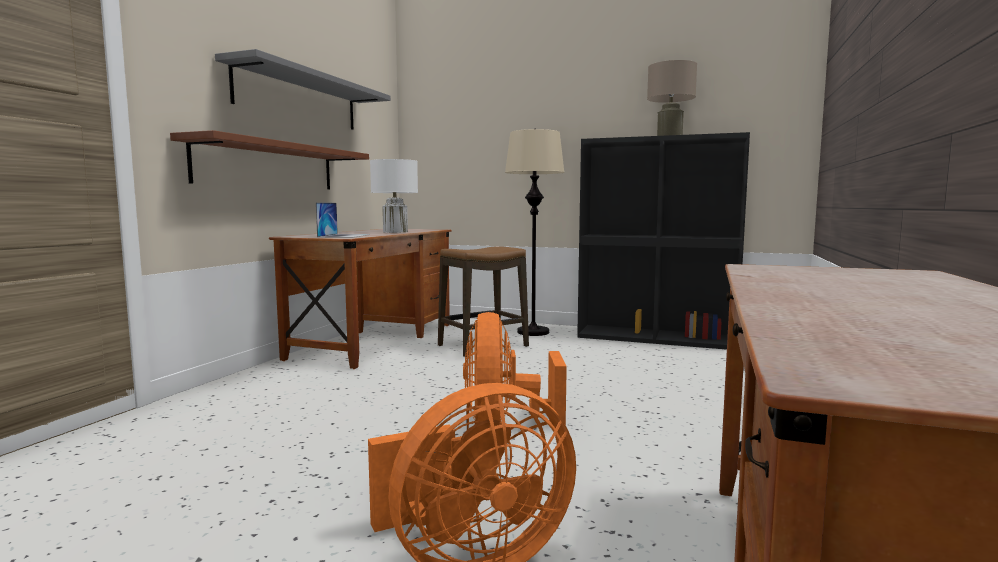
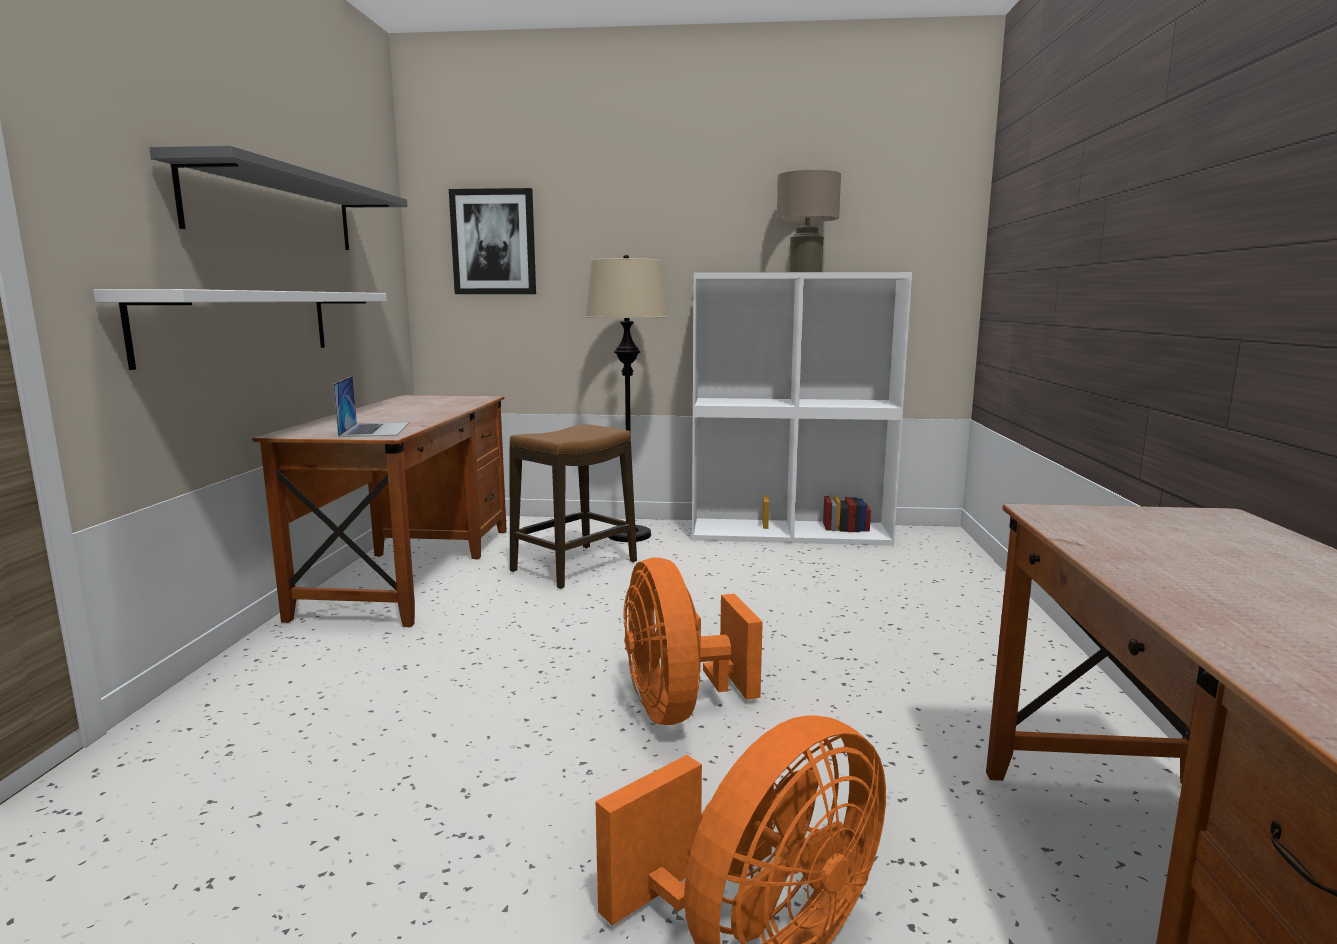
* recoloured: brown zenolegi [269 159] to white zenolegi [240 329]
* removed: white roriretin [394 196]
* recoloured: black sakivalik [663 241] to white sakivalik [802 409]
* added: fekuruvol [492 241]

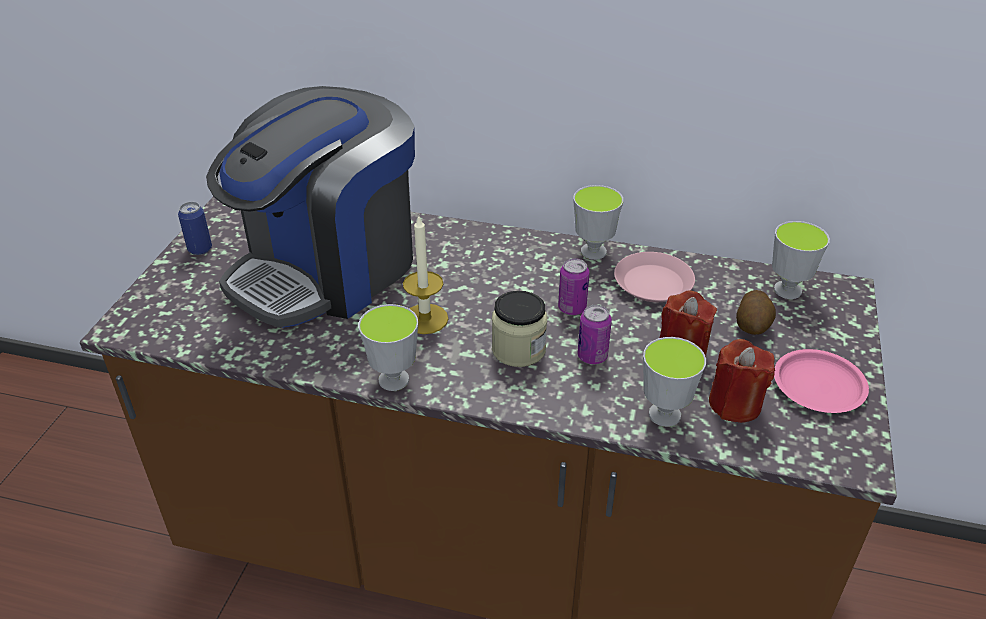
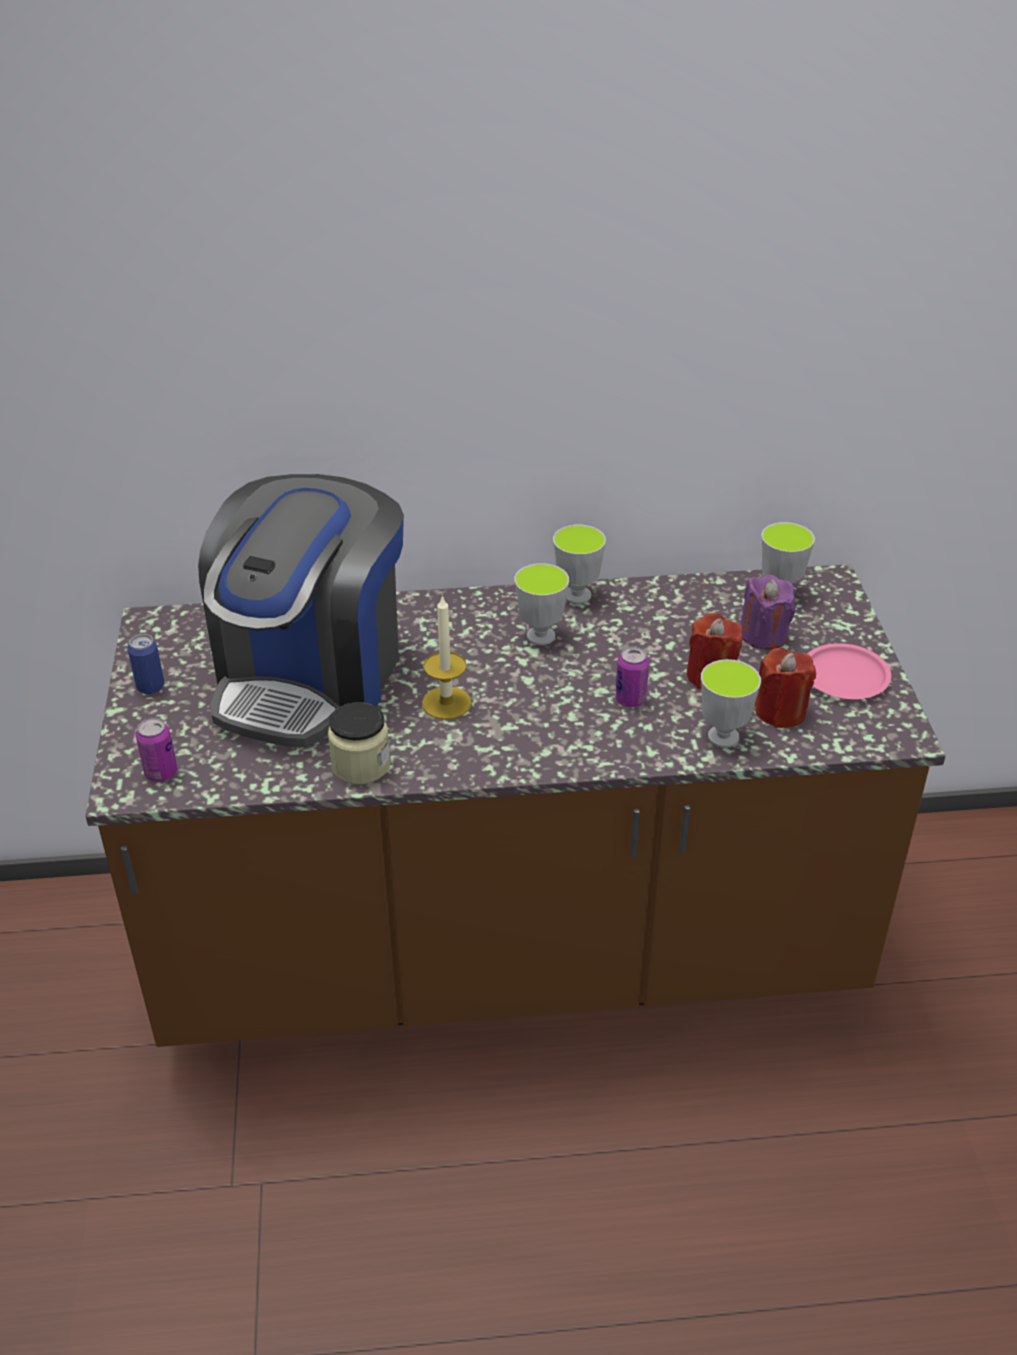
* moved: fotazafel [388 347] to [542 604]
* moved: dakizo [519 329] to [359 743]
* moved: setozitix [573 286] to [156 750]
* removed: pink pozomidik [654 277]
* replaced: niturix [756 312] to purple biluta [767 612]

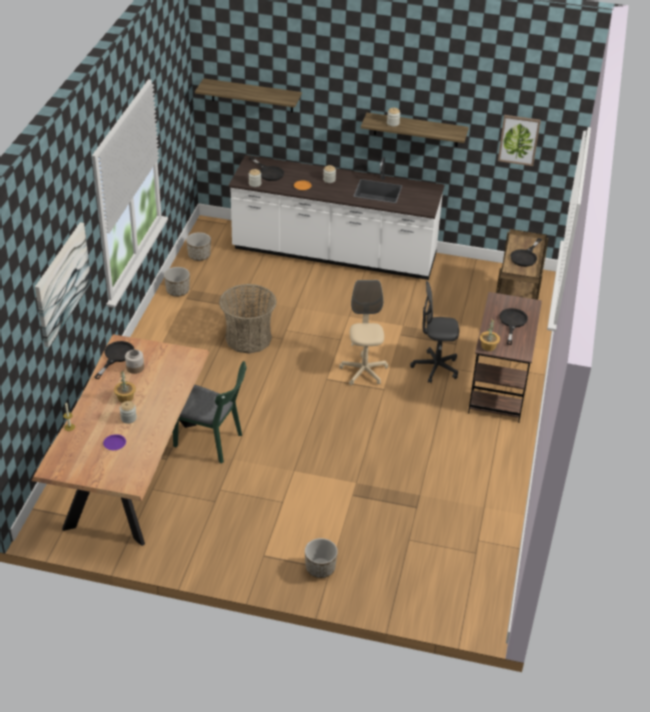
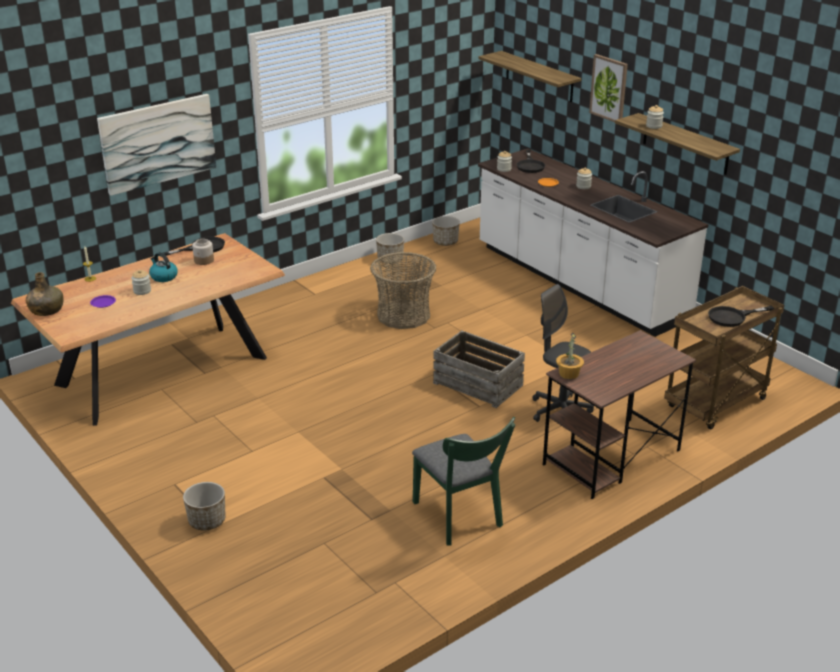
* replaced: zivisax [125 386] to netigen [163 267]
* moved: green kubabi [210 412] to [464 481]
* replaced: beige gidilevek [364 332] to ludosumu [479 369]
* moved: fekuruvol [519 140] to [608 88]
* removed: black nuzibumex [513 326]
* added: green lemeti [45 294]

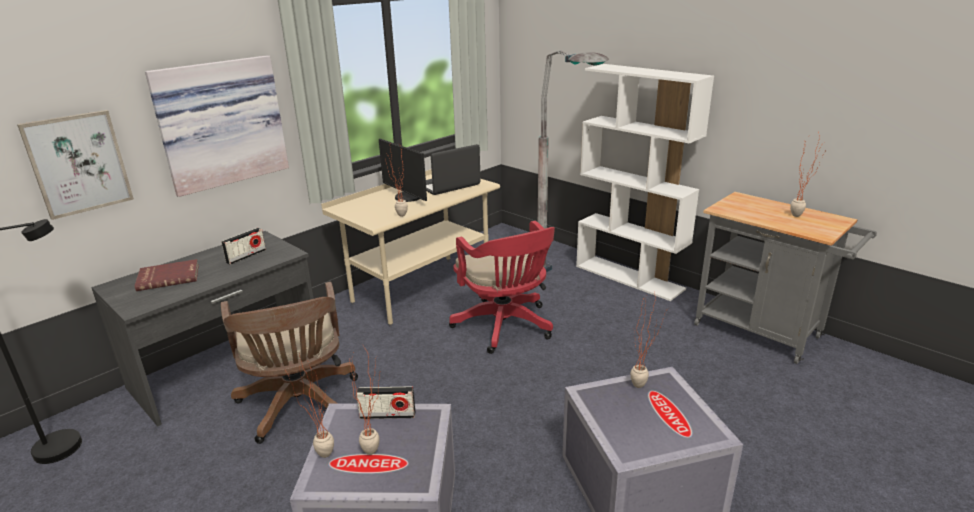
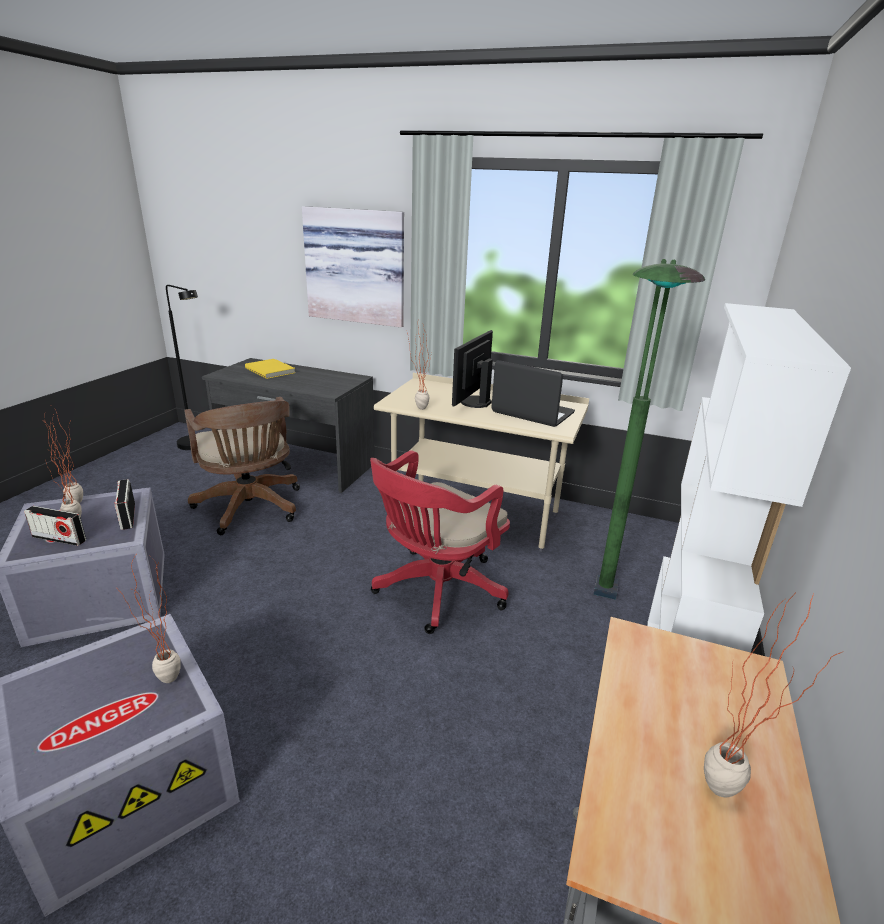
* removed: fekuruvol [75 165]
* recoloured: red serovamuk [167 275] to yellow serovamuk [270 369]
* moved: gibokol [243 246] to [55 526]
* turned: brown gidilevek [289 363] = [242 466] 75 degrees counterclockwise
* recoloured: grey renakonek [573 161] to green renakonek [649 429]

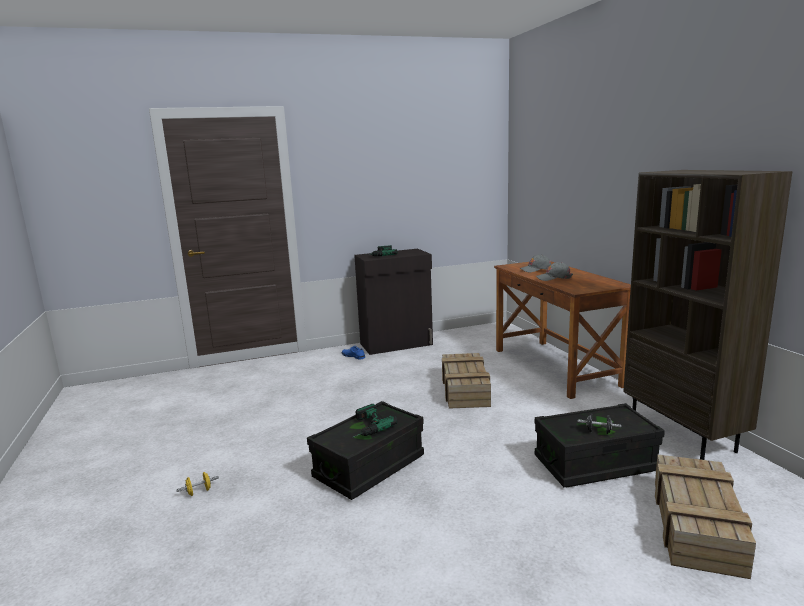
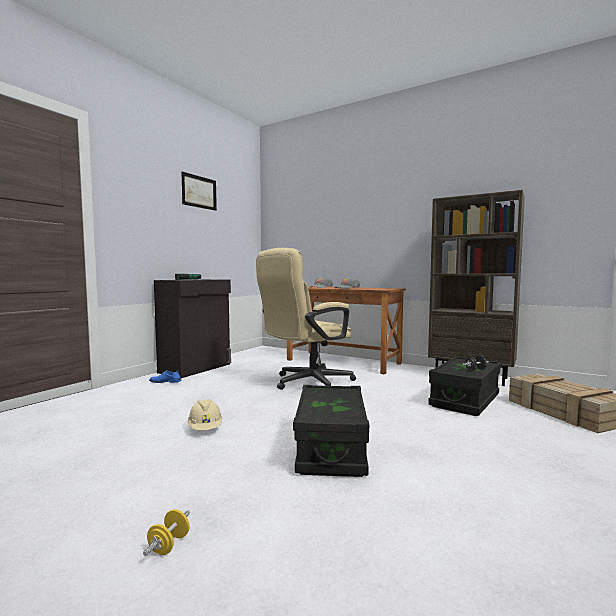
* removed: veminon [374 421]
* replaced: ludosumu [466 381] to beige gidilevek [306 319]
* added: fekuruvol [199 191]
* added: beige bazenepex [204 414]

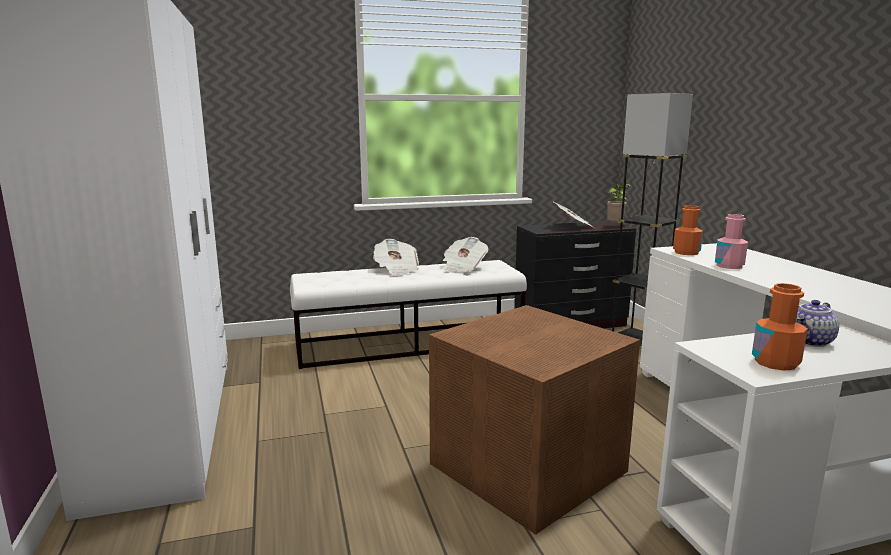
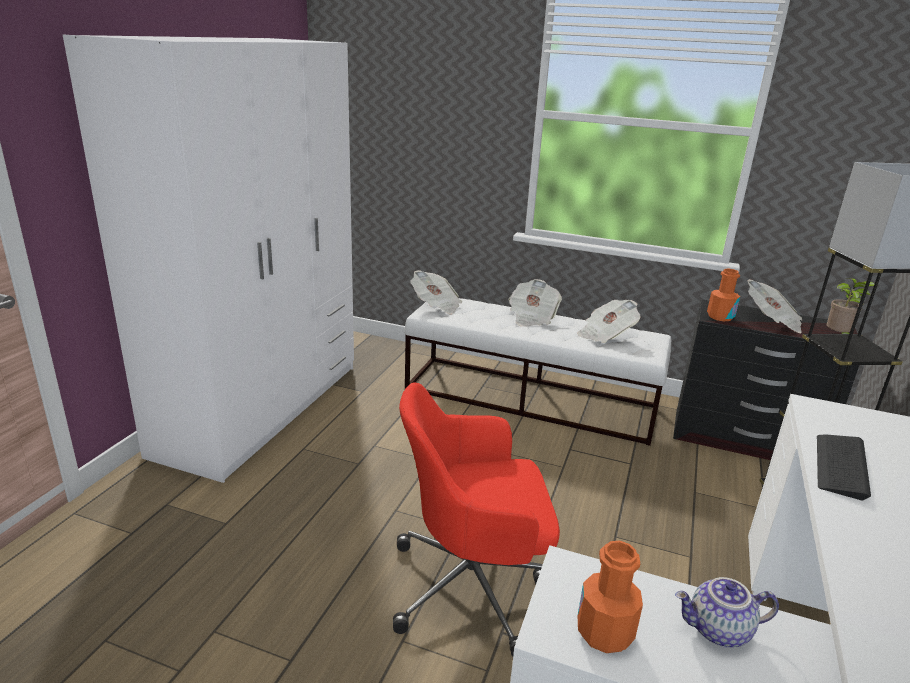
* replaced: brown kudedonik [534 420] to red gidilevek [476 520]
* moved: orange lemeti [688 230] to [723 295]
* replaced: pink lemeti [731 241] to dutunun [844 467]
* added: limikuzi [436 292]

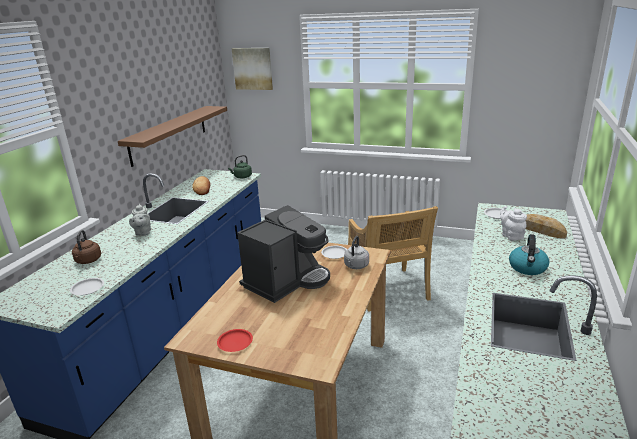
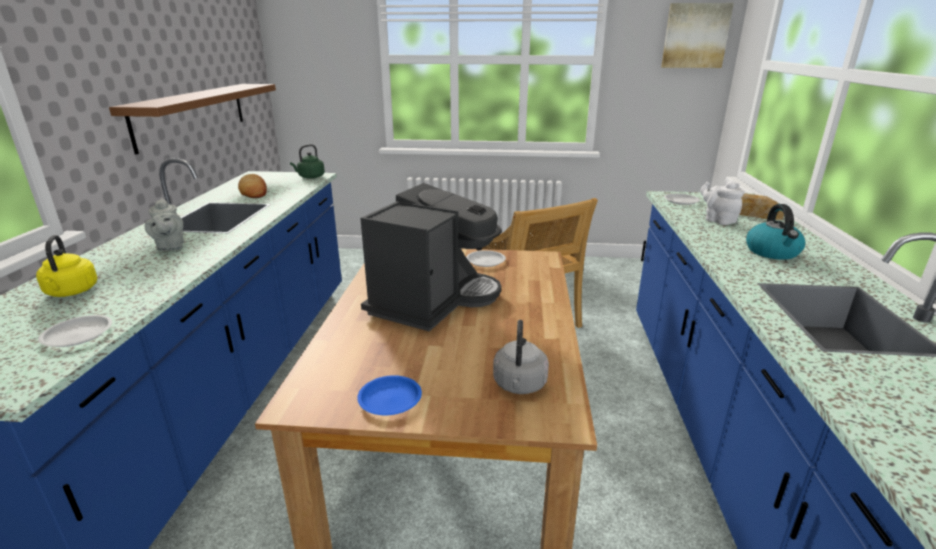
* recoloured: brown netigen [86 247] to yellow netigen [67 266]
* recoloured: red pozomidik [235 340] to blue pozomidik [389 395]
* moved: fekuruvol [252 69] to [697 35]
* moved: grey netigen [356 252] to [521 357]

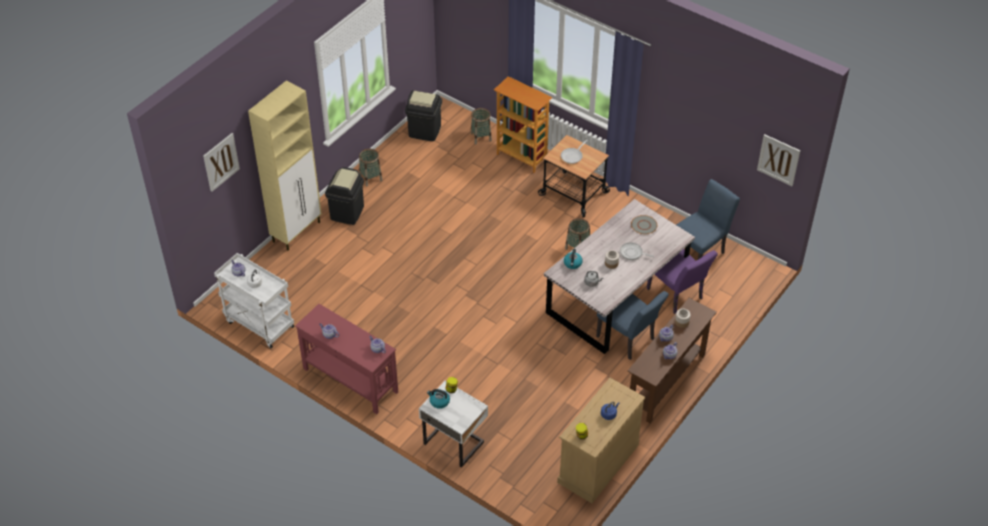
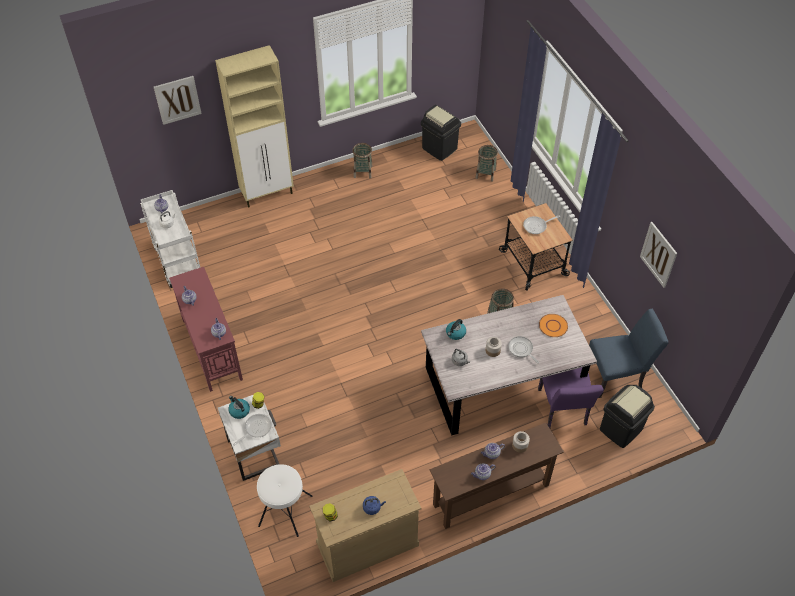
* moved: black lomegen [344 196] to [627 416]
* removed: sakivalik [523 124]
* removed: blue kubabi [632 325]
* recoloured: grey pozomidik [644 224] to orange pozomidik [553 325]
* moved: fekuruvol [778 160] to [658 255]
* added: nuzibumex [252 430]
* added: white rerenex [284 500]

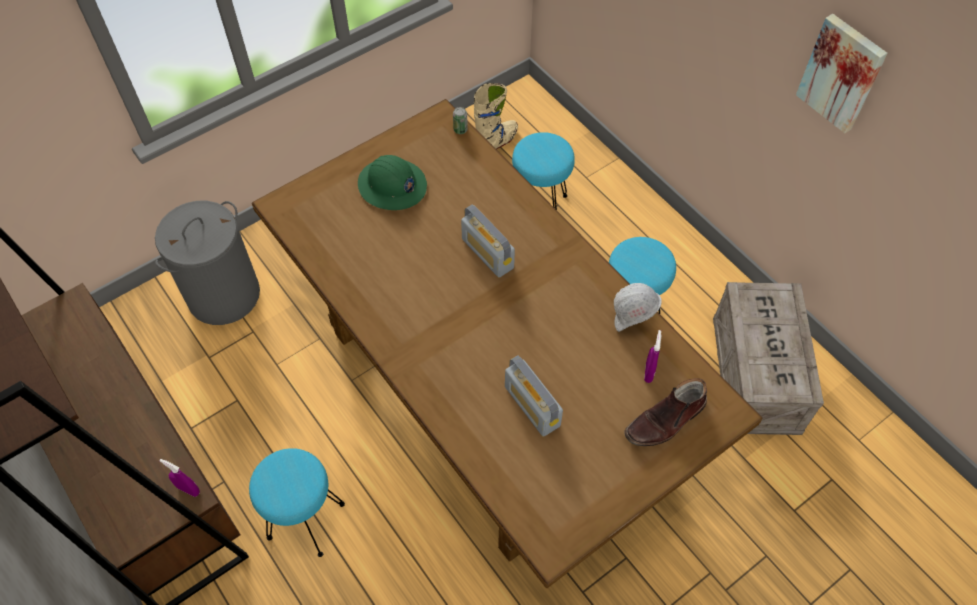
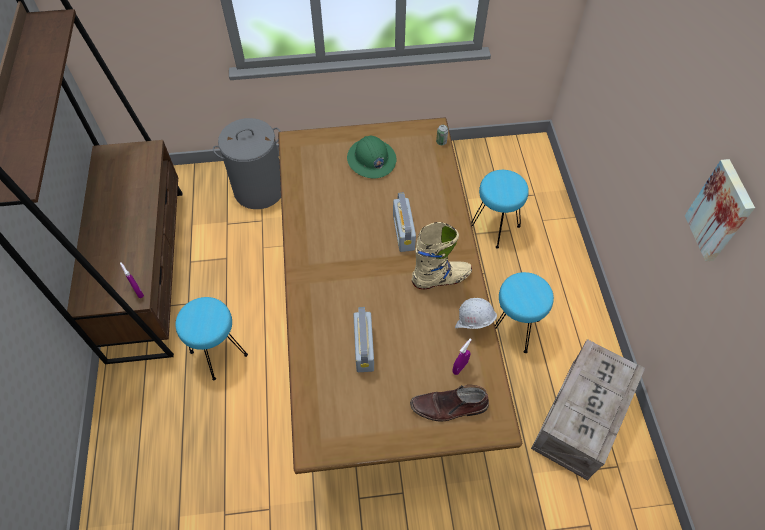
* moved: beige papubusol [496 116] to [442 255]

